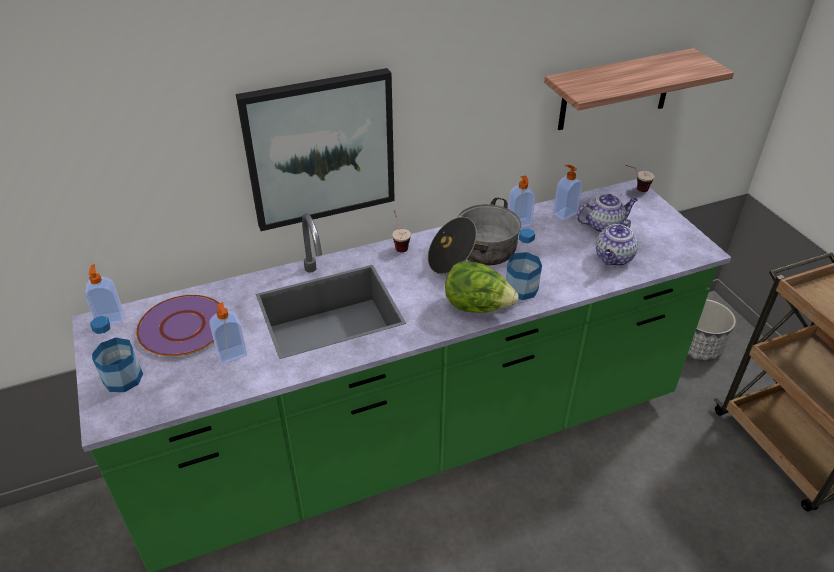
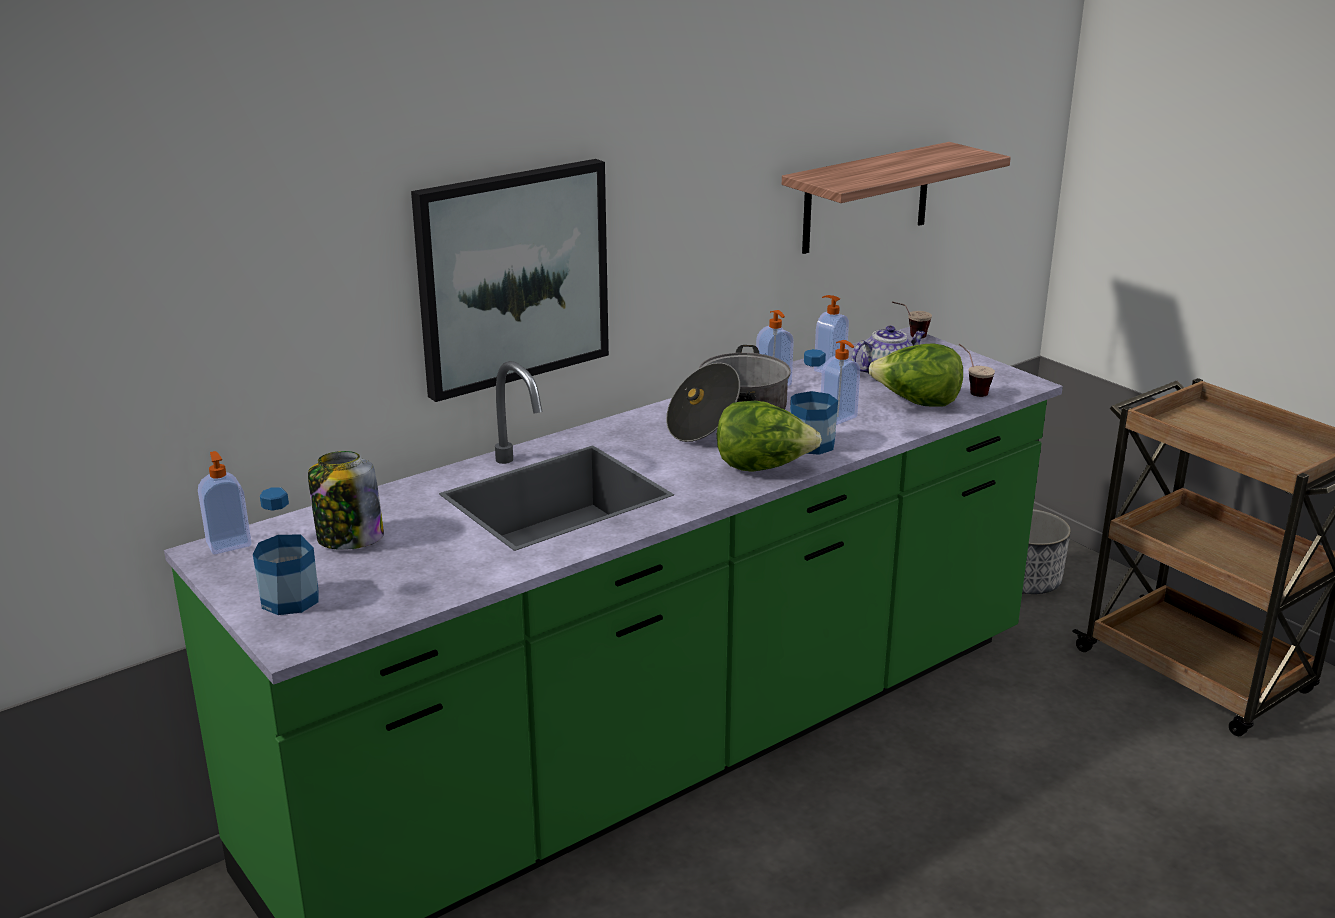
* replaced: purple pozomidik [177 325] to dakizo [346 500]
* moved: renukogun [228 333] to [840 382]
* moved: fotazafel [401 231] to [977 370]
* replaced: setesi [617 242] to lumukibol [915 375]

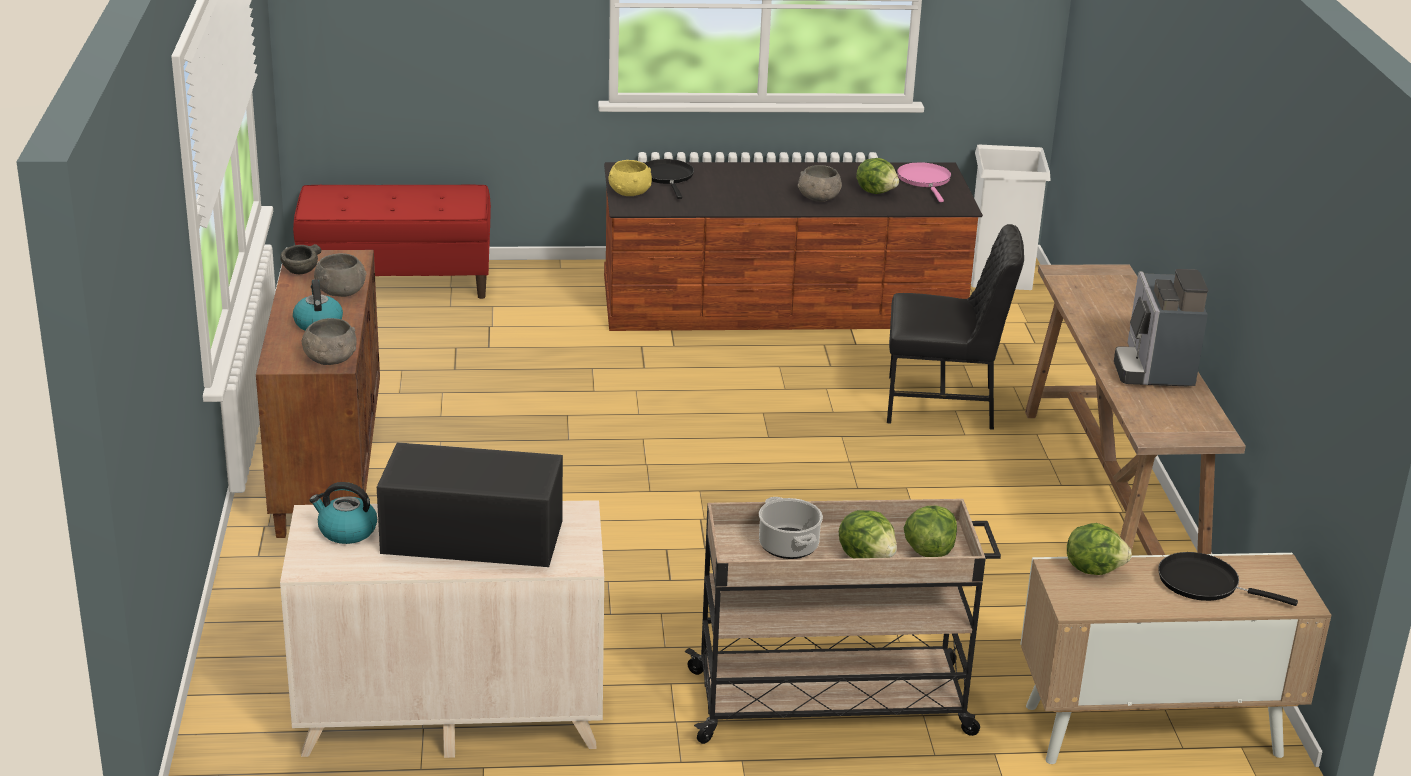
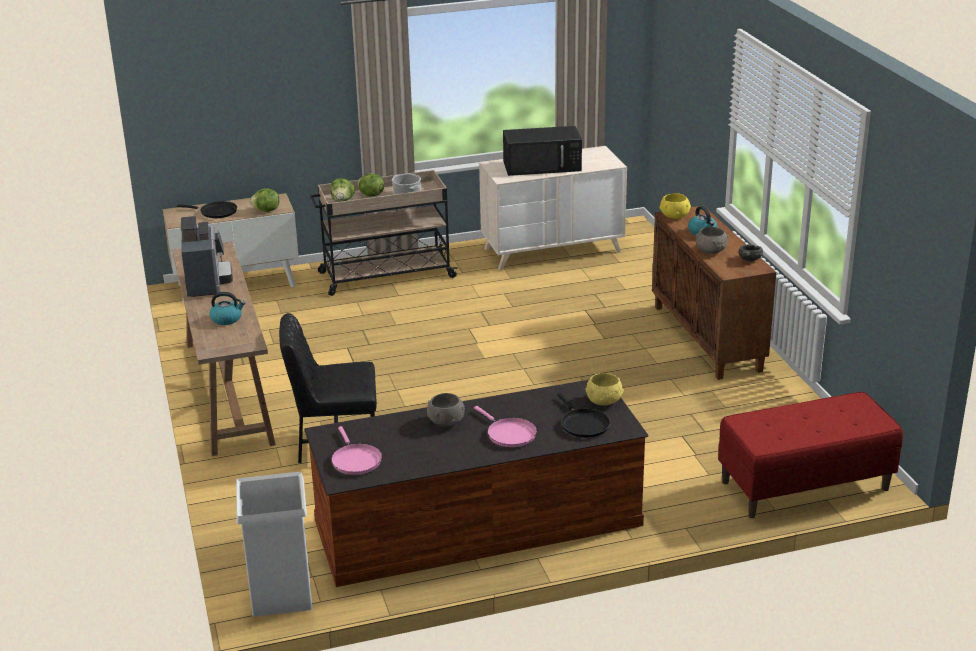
* recoloured: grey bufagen [329 341] to yellow bufagen [675 206]
* moved: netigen [343 513] to [227 308]
* removed: lumukibol [877 176]
* added: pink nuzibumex [505 426]

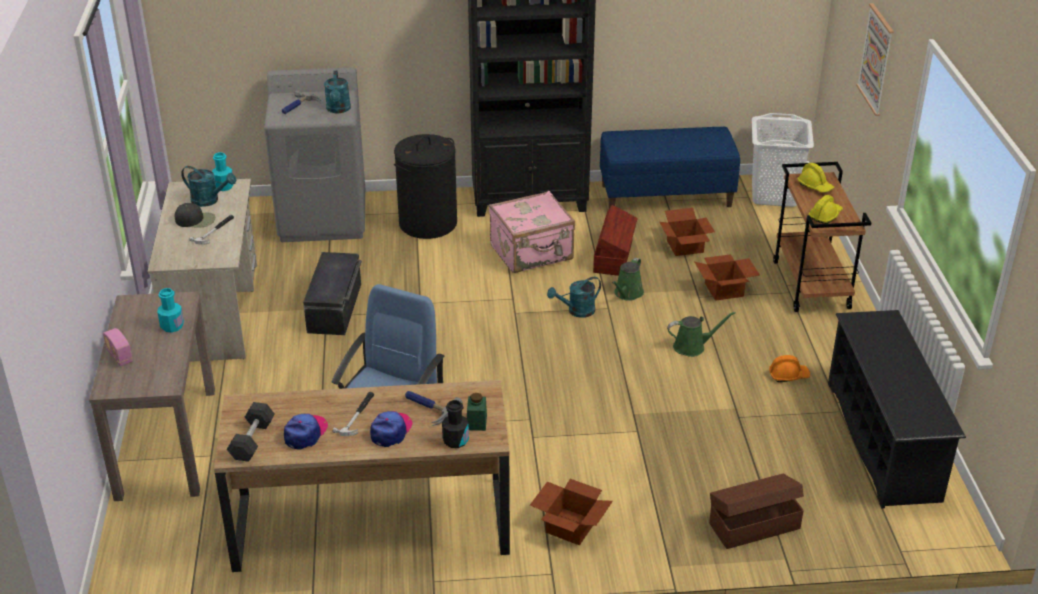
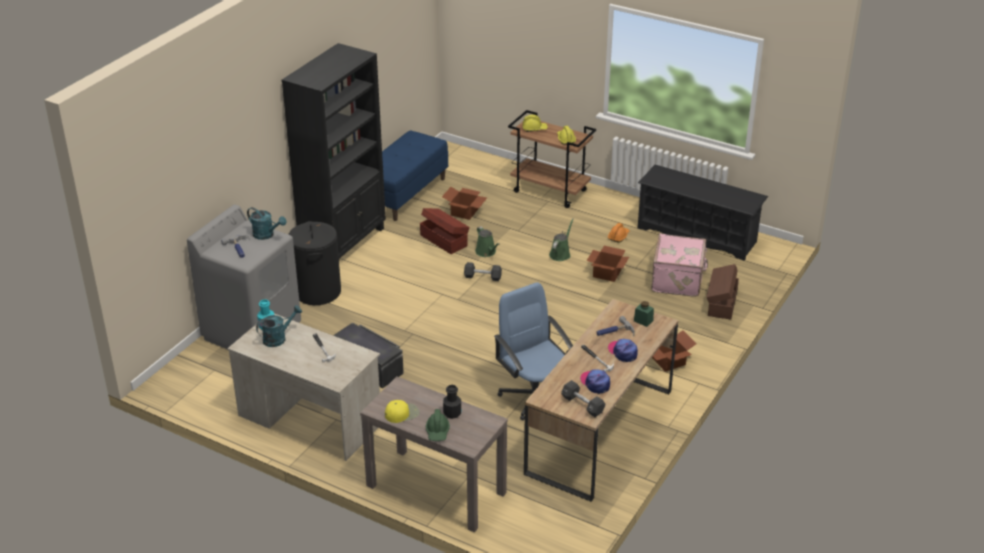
* replaced: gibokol [118 347] to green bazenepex [438 425]
* removed: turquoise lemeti [170 310]
* removed: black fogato [194 215]
* moved: black lemeti [455 424] to [452 402]
* moved: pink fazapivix [532 232] to [679 265]
* replaced: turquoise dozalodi [574 297] to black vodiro [483 271]
* moved: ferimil [727 277] to [608 264]
* removed: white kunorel [783 160]
* removed: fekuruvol [875 59]
* added: yellow fogato [402 411]

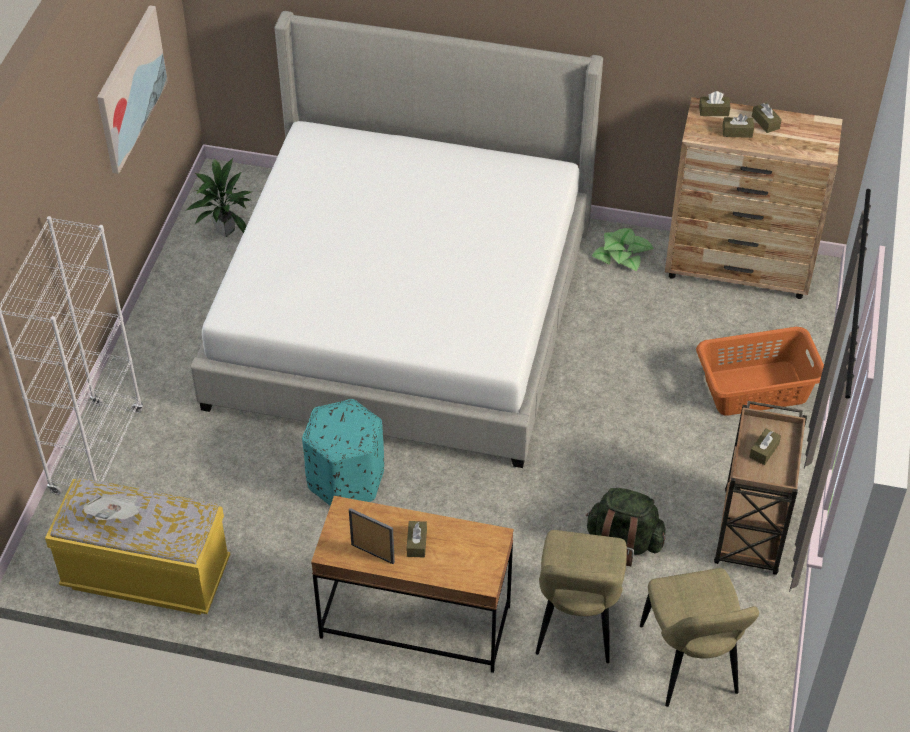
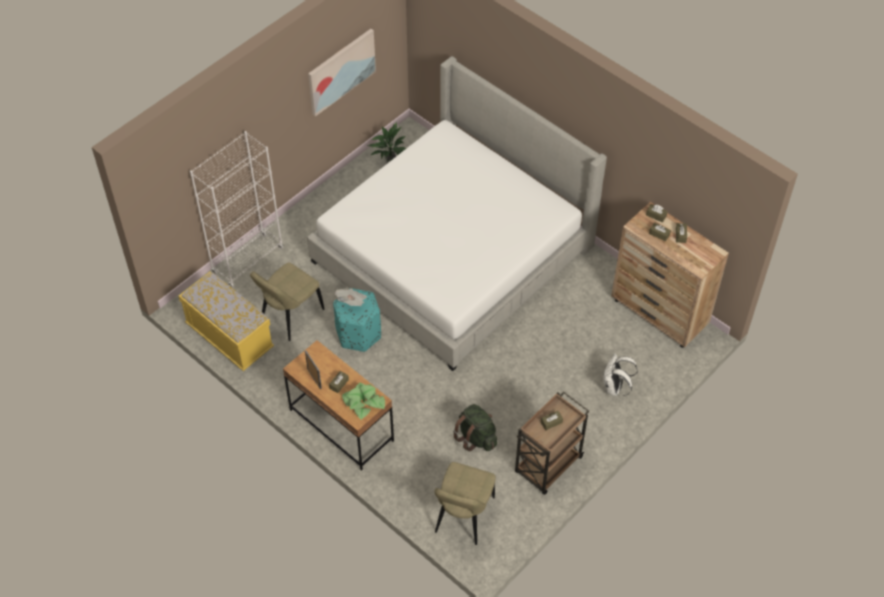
* moved: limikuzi [111 507] to [351 297]
* moved: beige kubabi [581 596] to [287 301]
* moved: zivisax [623 250] to [363 401]
* replaced: orange kunorel [760 371] to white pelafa [620 374]

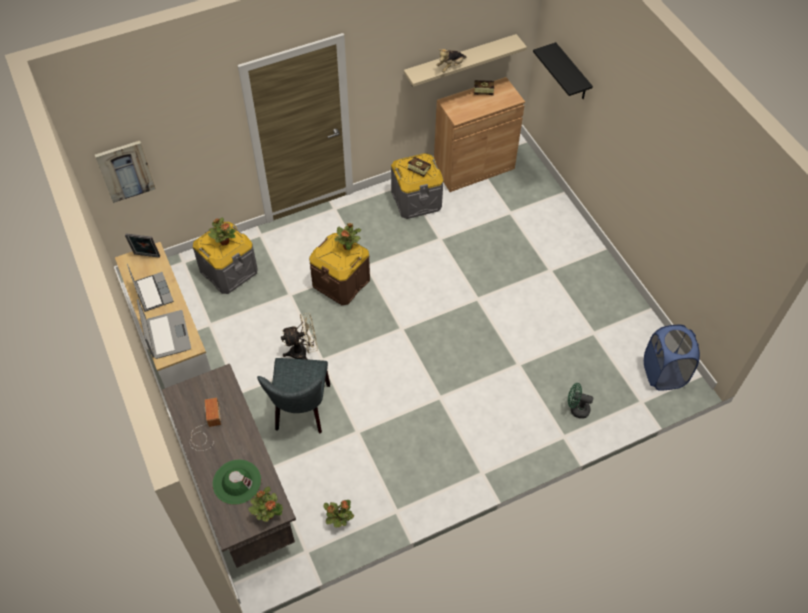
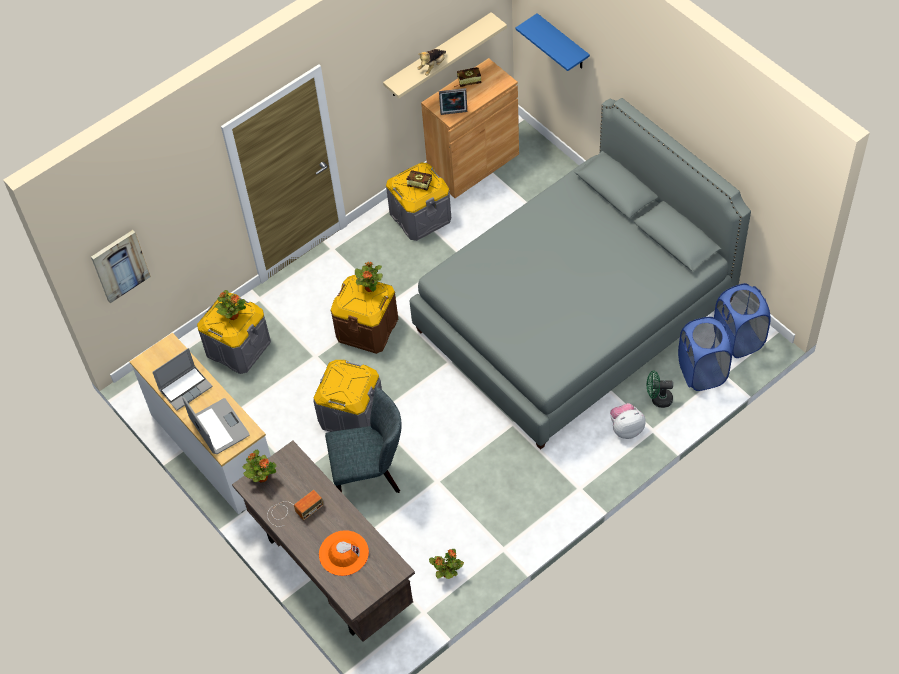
* moved: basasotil [142 245] to [453 101]
* turned: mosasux [150 288] = [182 379] 90 degrees clockwise
* turned: gibokol [205 424] = [295 508] 75 degrees clockwise
* recoloured: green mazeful [237 482] to orange mazeful [344 553]
* moved: zivisax [265 504] to [259 466]
* turned: grey kubabi [293 396] = [363 440] 90 degrees counterclockwise
* replaced: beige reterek [299 336] to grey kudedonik [347 396]
* recoloured: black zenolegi [563 70] to blue zenolegi [552 42]
* added: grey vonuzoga [580 274]
* added: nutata [628 421]
* added: blue kunorel [705 354]

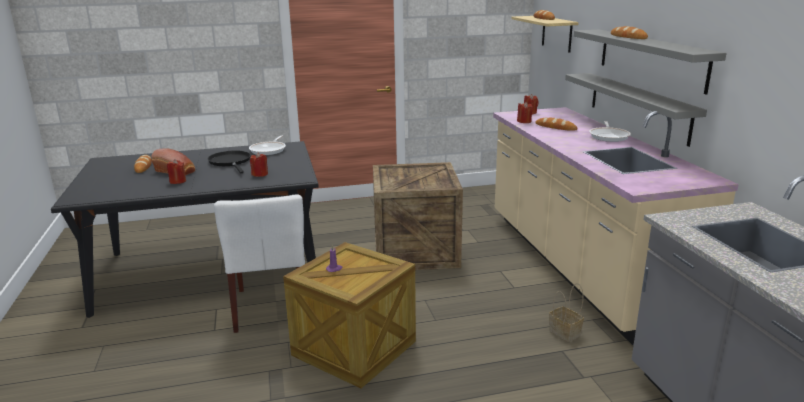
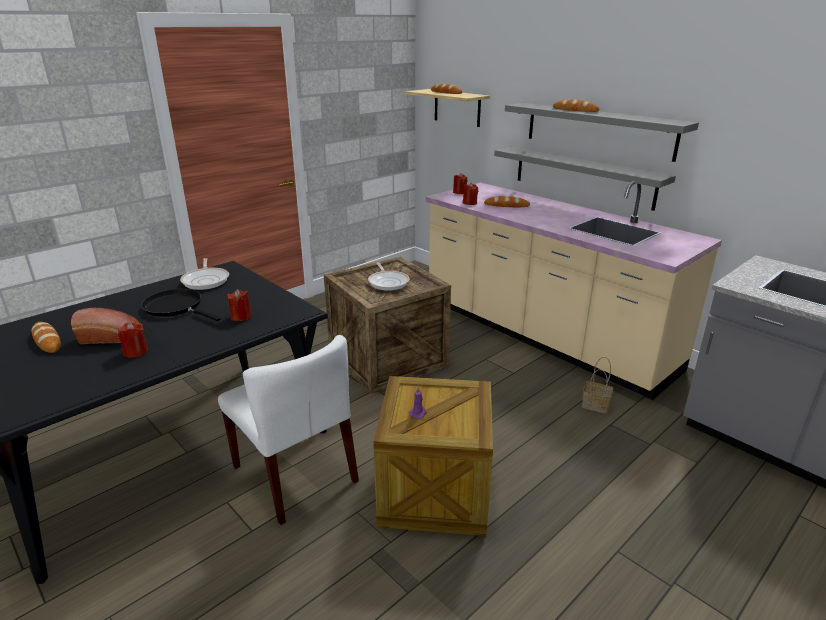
* moved: nuzibumex [610 131] to [389 276]

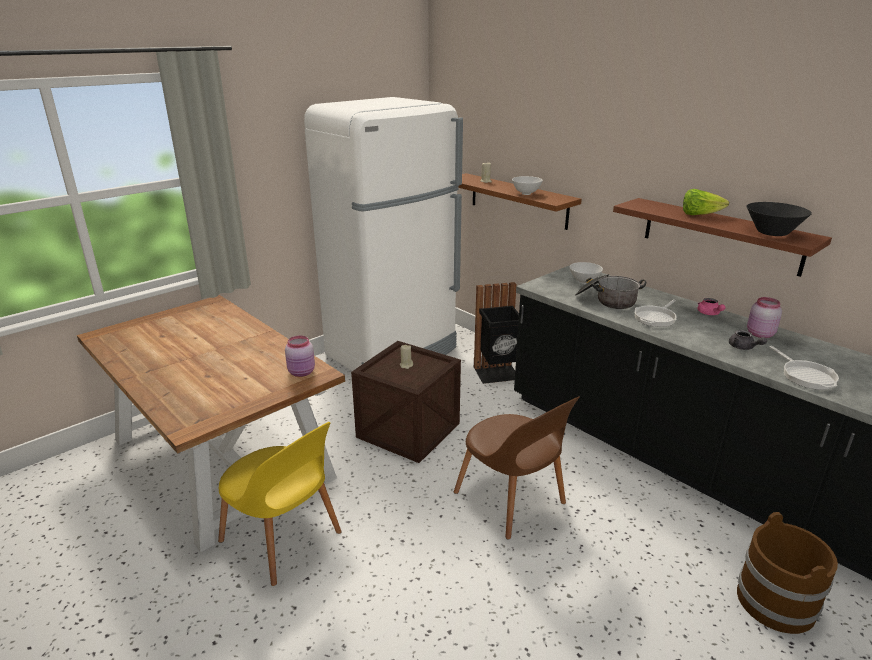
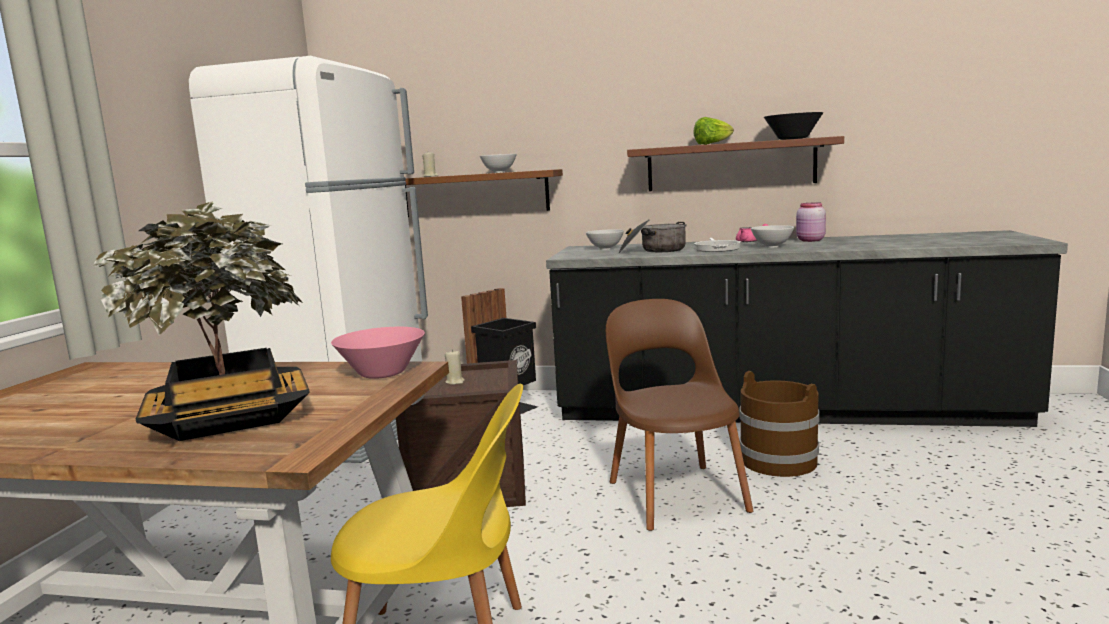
* replaced: pink dakizo [300 356] to pink bufagen [378 353]
* turned: brown kubabi [517 467] = [679 415] 120 degrees counterclockwise
* removed: grey setesi [748 340]
* moved: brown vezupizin [787 573] to [779 424]
* removed: nuzibumex [804 368]
* added: zivisax [201 321]
* added: white bufagen [772 236]

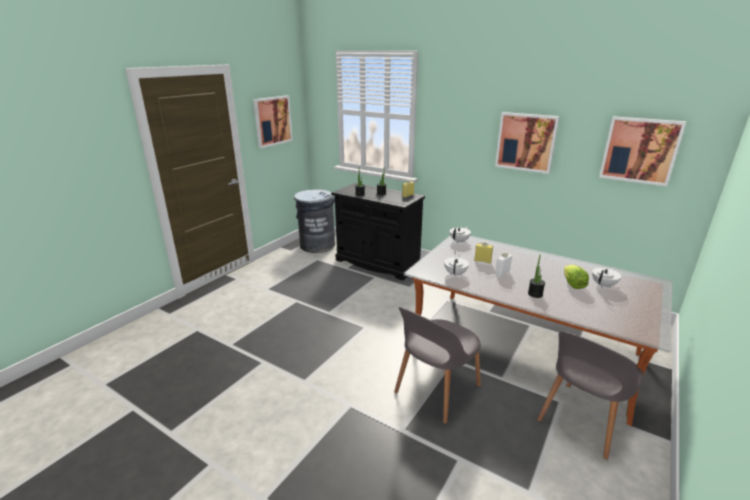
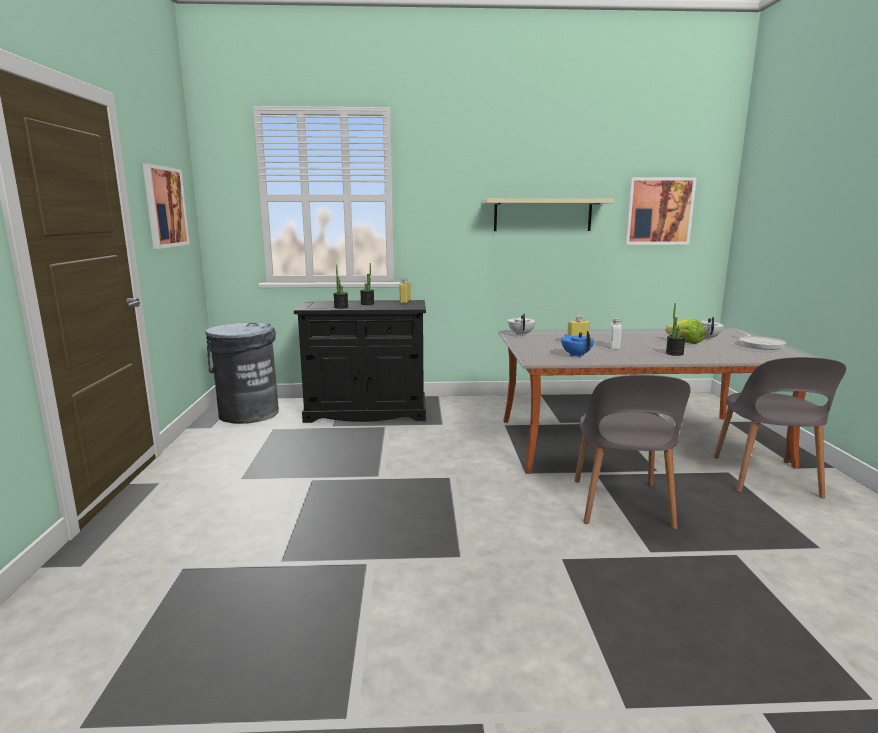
* recoloured: white setesi [456 266] to blue setesi [577 344]
* replaced: fekuruvol [527 143] to beige zenolegi [548 215]
* added: nuzibumex [761 340]

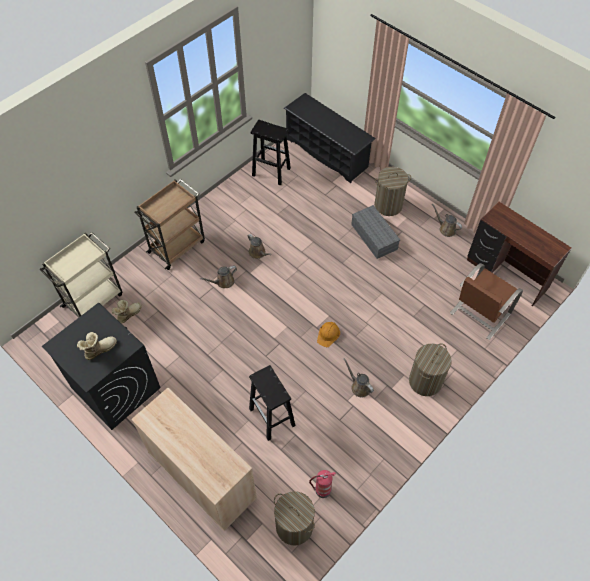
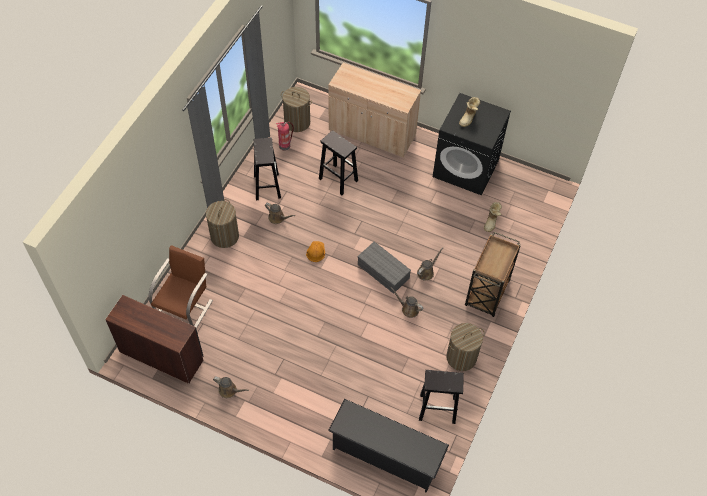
* removed: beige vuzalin [81 275]
* moved: grey kudedonik [375 232] to [384 267]
* moved: kunorel [392 191] to [465 347]
* added: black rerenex [267 169]

